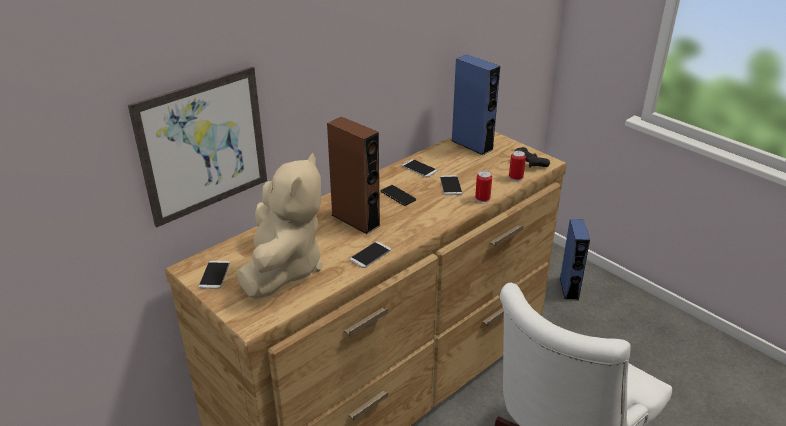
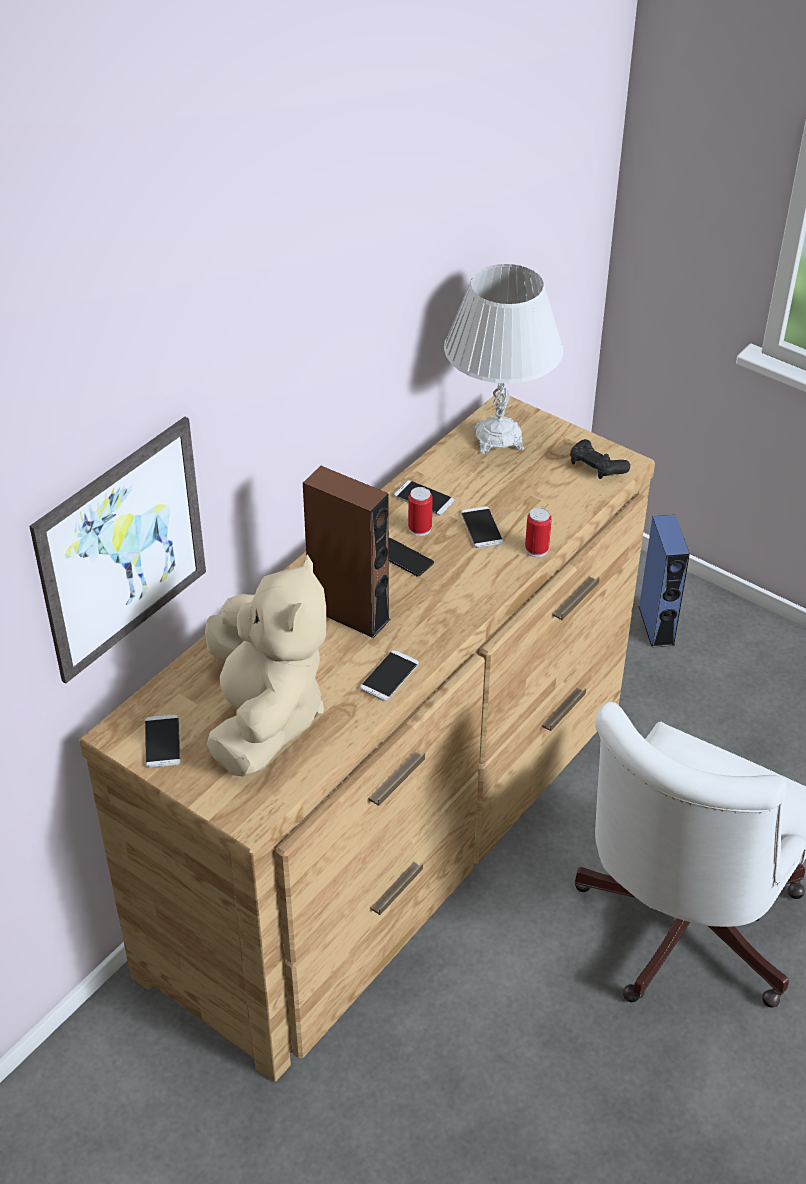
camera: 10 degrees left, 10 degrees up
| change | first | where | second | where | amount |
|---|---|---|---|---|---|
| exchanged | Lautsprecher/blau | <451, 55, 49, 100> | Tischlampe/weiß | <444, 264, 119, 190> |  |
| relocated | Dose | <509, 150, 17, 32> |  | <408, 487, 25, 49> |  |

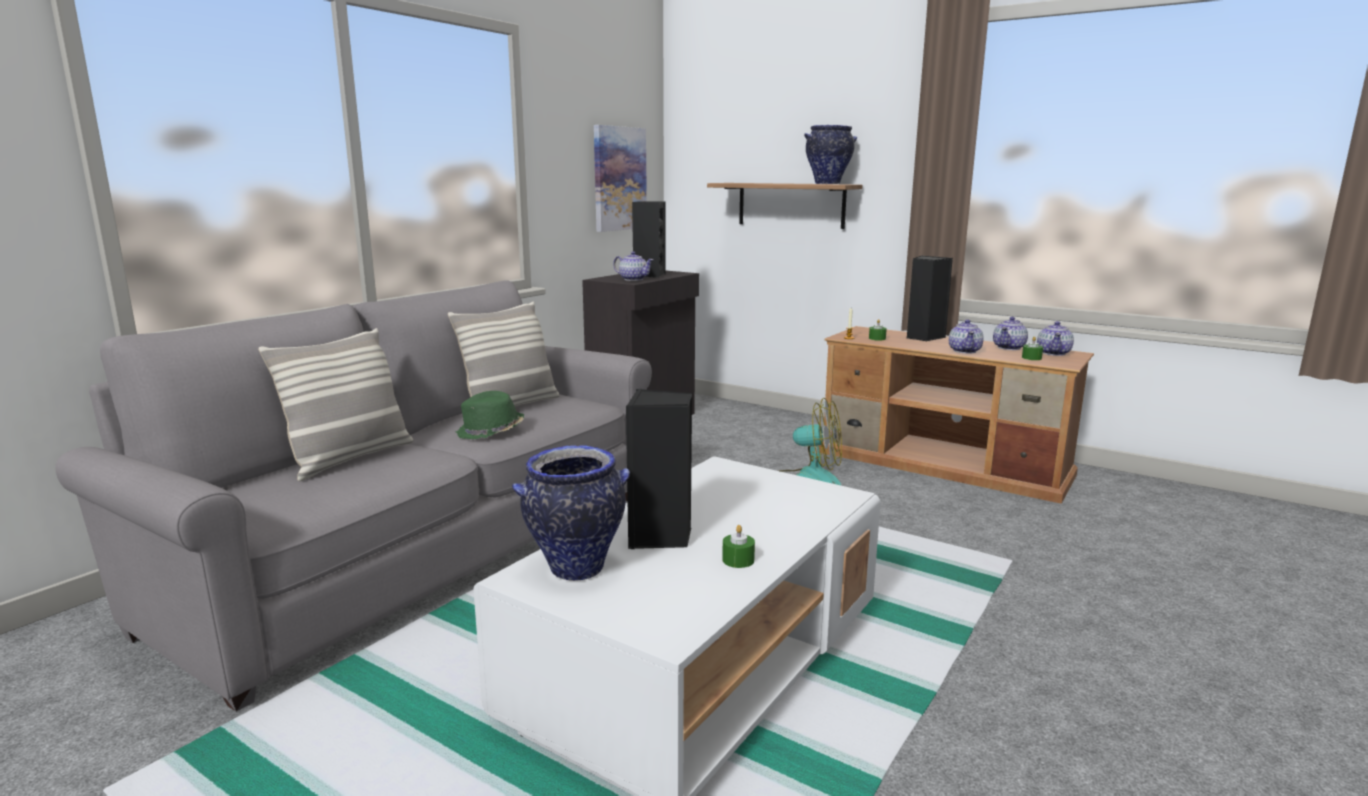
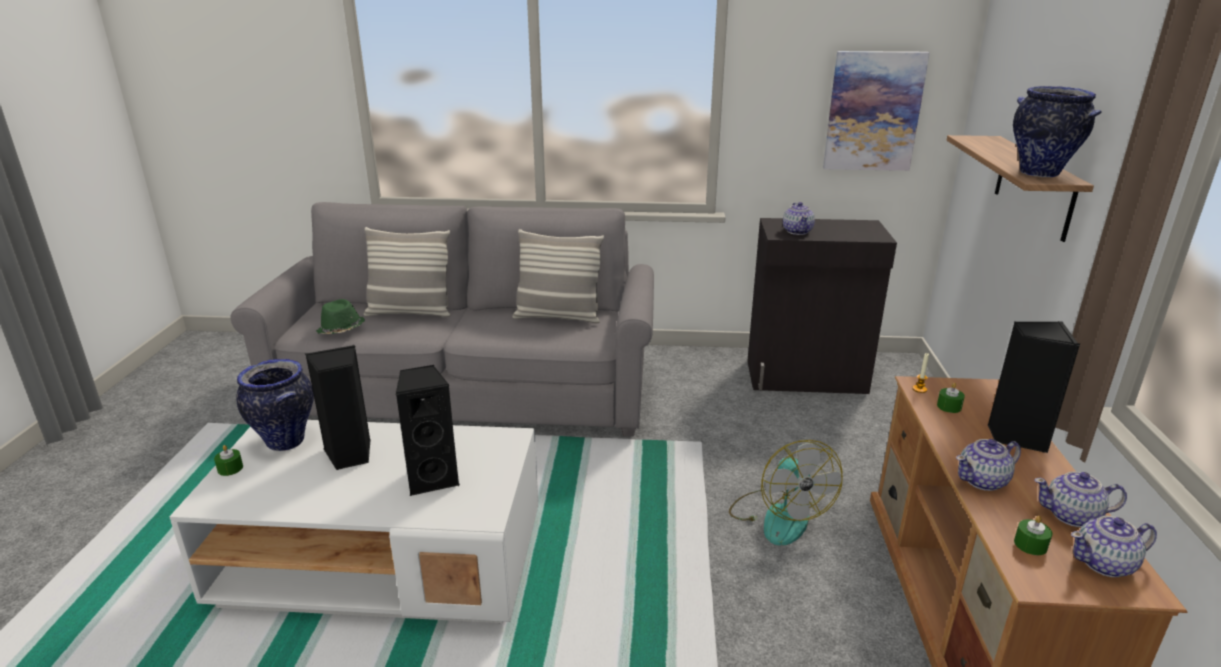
camera: 60 degrees right, 10 degrees up
| change | first | where | second | where | amount |
|---|---|---|---|---|---|
| relocated | Lautsprecher/schwarz | <632, 202, 34, 76> |  | <396, 365, 64, 131> |  |
| relocated | Hut/grün | <456, 391, 68, 48> |  | <317, 299, 48, 35> |  |
| relocated | Kerze/grün | <722, 525, 33, 43> |  | <214, 445, 29, 31> |  |

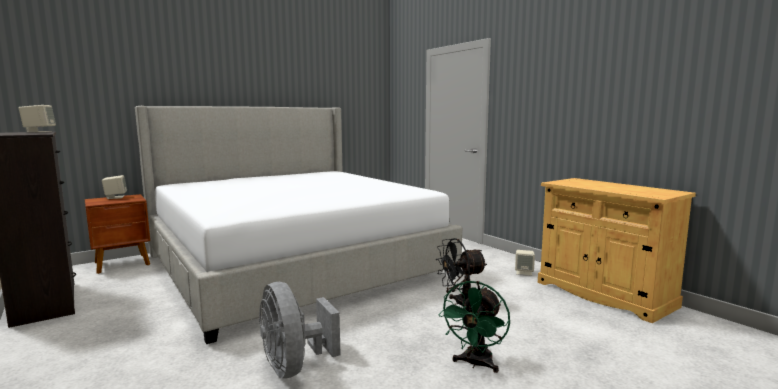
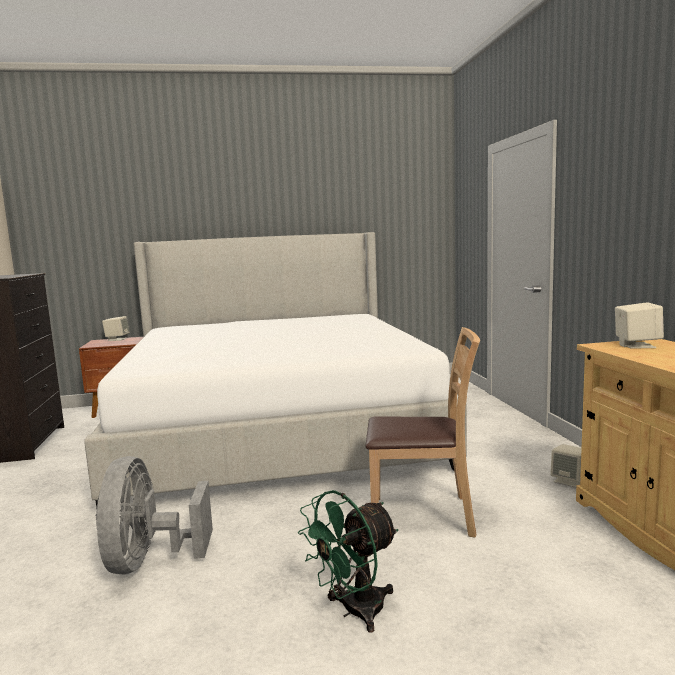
camera: 25 degrees right, 0 degrees up
| change | first | where | second | where | amount |
|---|---|---|---|---|---|
| relocated | Lautsprecher/beige | <19, 105, 37, 27> |  | <615, 302, 49, 46> |  |
| exchanged | Ventilator/schwarz | <435, 238, 52, 71> | Stuhl/braun | <365, 327, 115, 210> |  |

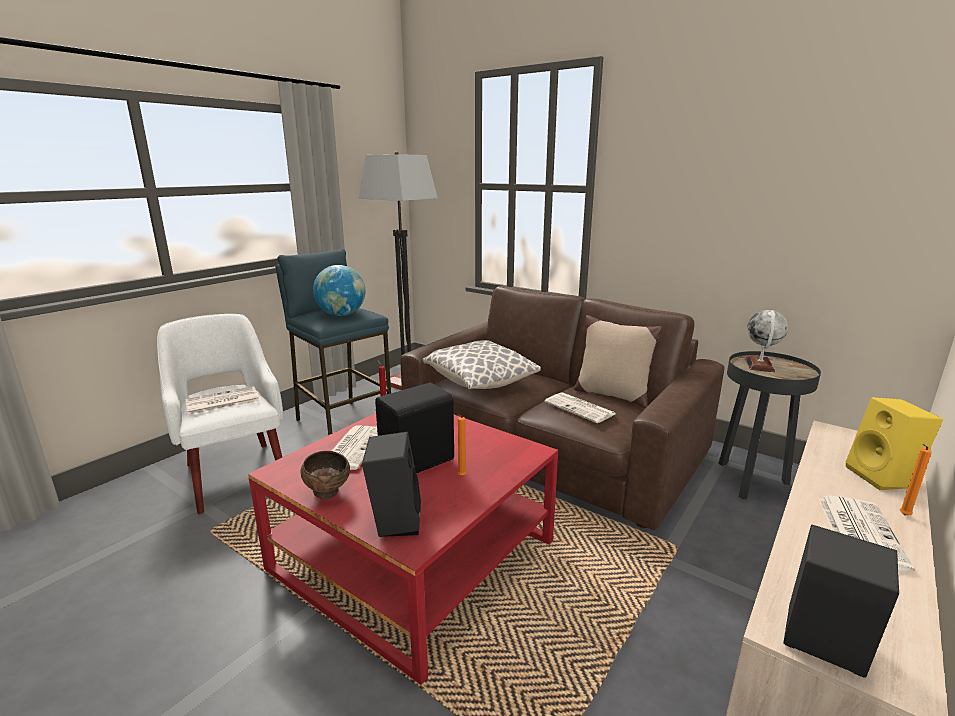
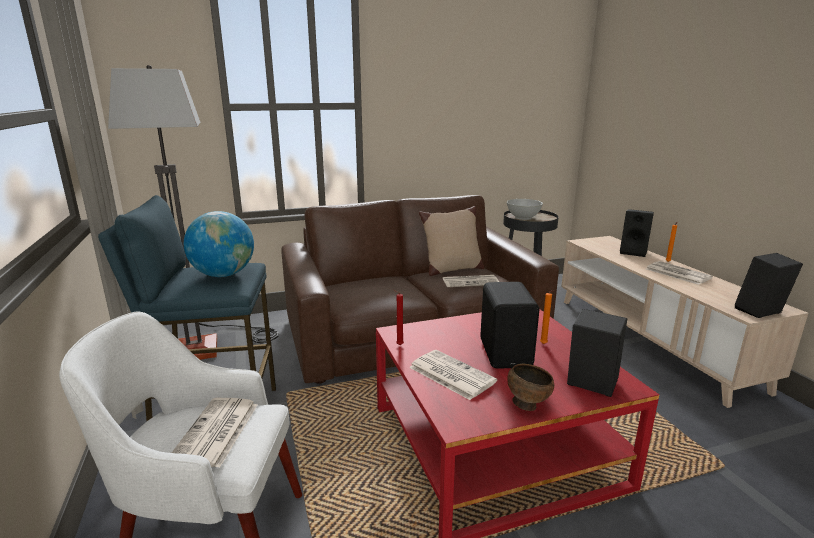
camera: 55 degrees left, 0 degrees up
| change | first | where | second | where | amount |
|---|---|---|---|---|---|
| exchanged | Globus | <745, 310, 43, 62> | Schüssel/weiß | <507, 199, 36, 21> |  |
| missing | Kissen | <423, 340, 118, 49> |  |  |  |
| colour | Lautsprecher/gelb | <846, 397, 97, 93> | Lautsprecher/schwarz | <620, 209, 34, 48> |  |

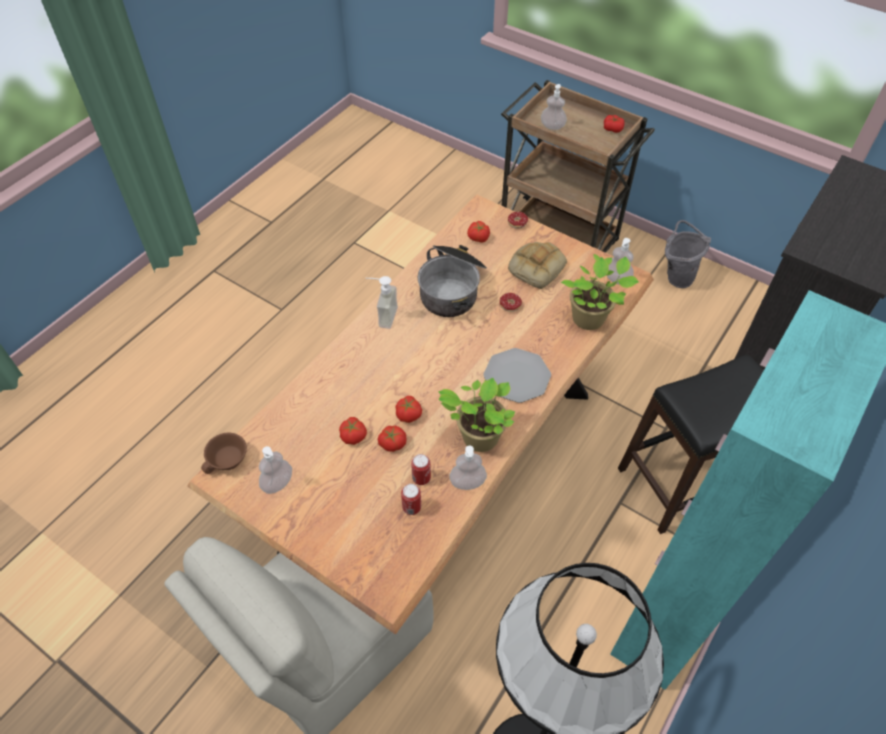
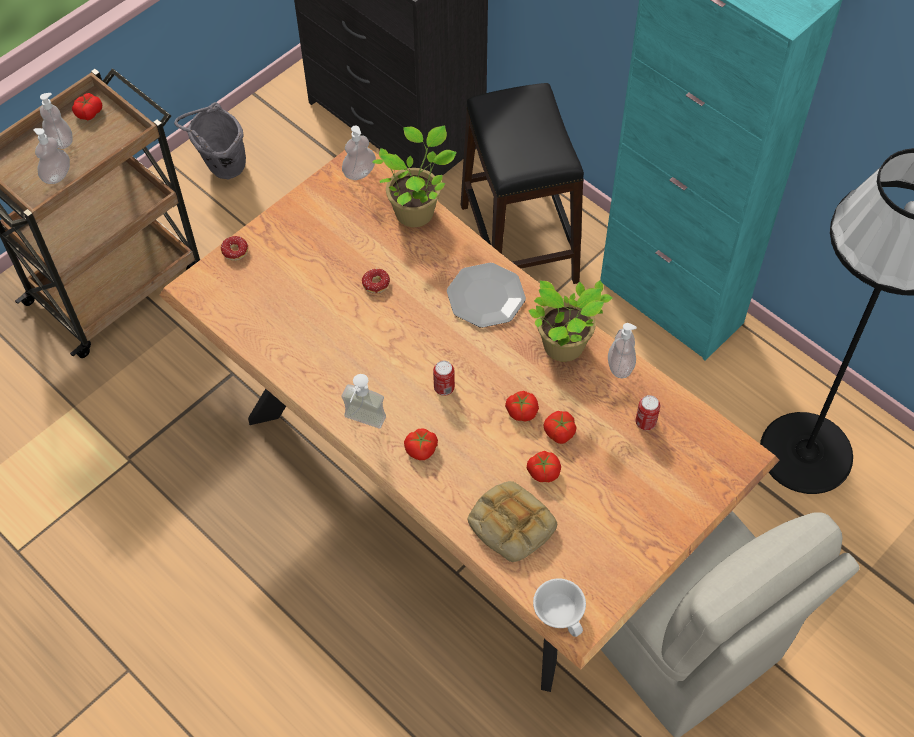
camera: 80 degrees left, 5 degrees up
| change | first | where | second | where | amount |
|---|---|---|---|---|---|
| relocated | Tomate | <467, 221, 23, 22> |  | <404, 428, 34, 32> |  |
| relocated | Brot | <508, 242, 59, 47> |  | <467, 481, 90, 81> |  |
| missing | Kochtopf | <418, 245, 69, 72> |  |  |  |
| colour | Tasse/braun | <201, 433, 46, 41> | Tasse/weiß | <533, 579, 53, 58> |  |
| relocated | Seifenspender | <259, 446, 33, 48> |  | <40, 93, 33, 56> |  |
| relocated | Dose | <411, 454, 20, 31> |  | <433, 361, 22, 35> |  |

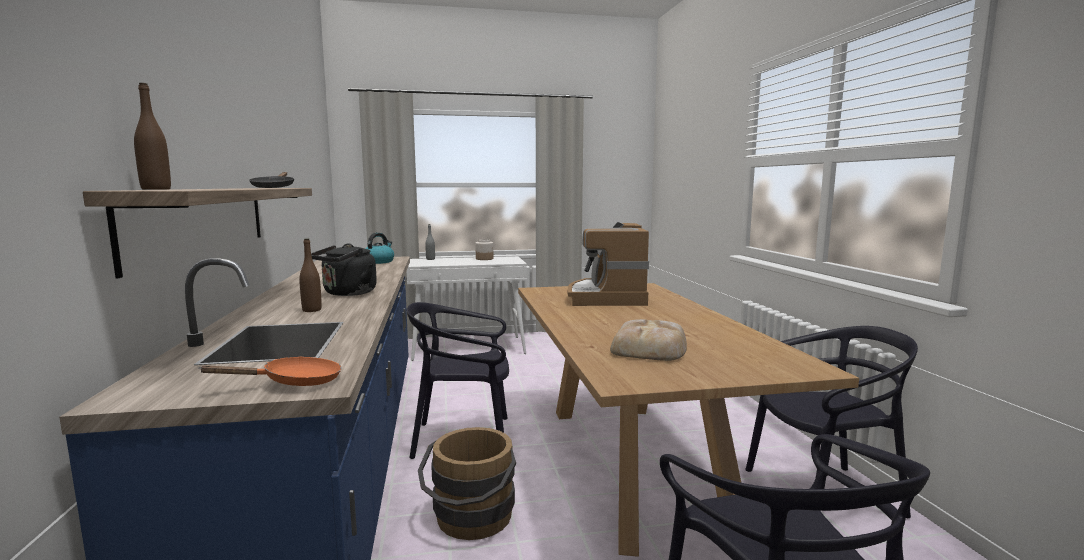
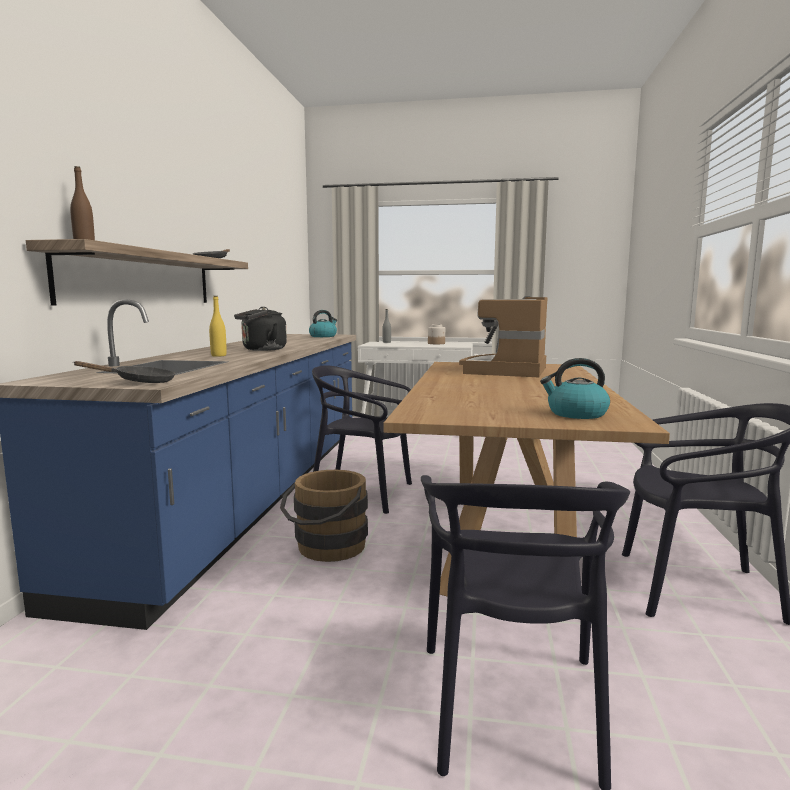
camera: 20 degrees right, 0 degrees up
| change | first | where | second | where | amount |
|---|---|---|---|---|---|
| colour | Flasche/braun | <299, 238, 23, 74> | Flasche/gelb | <209, 296, 18, 61> |  |
| missing | Brot | <610, 319, 77, 42> |  |  |  |
| colour | Pfanne/orange | <198, 356, 144, 30> | Pfanne/schwarz | <73, 361, 102, 22> |  |
| appeared |  |  | Wasserkessel | <540, 358, 70, 61> |  |

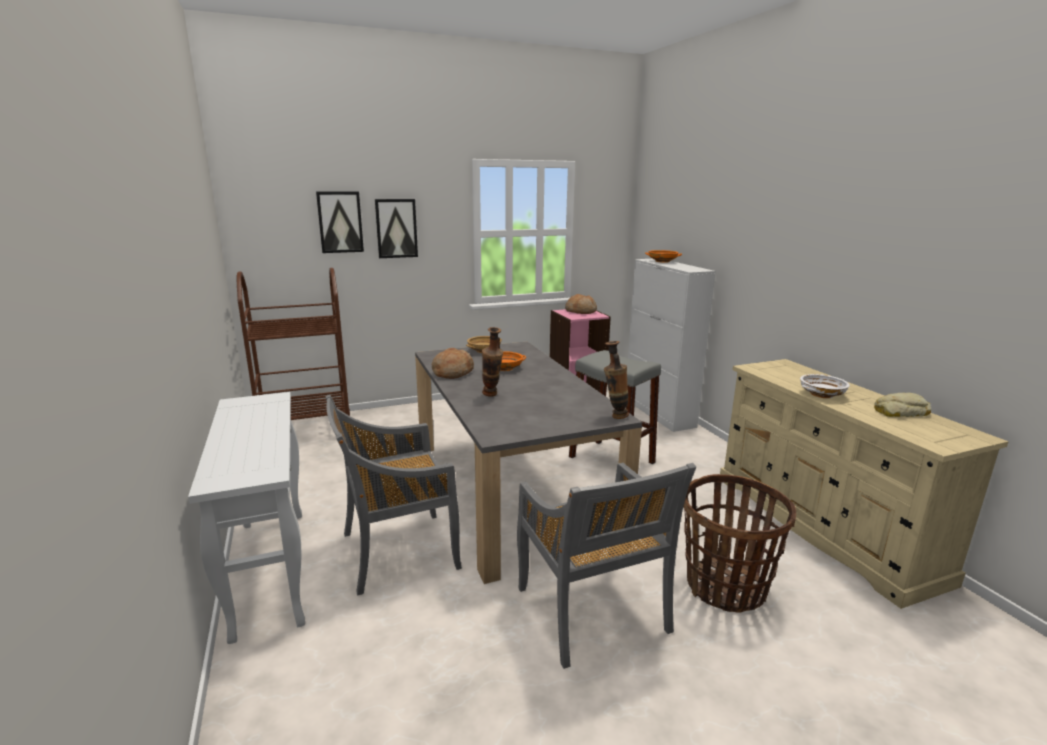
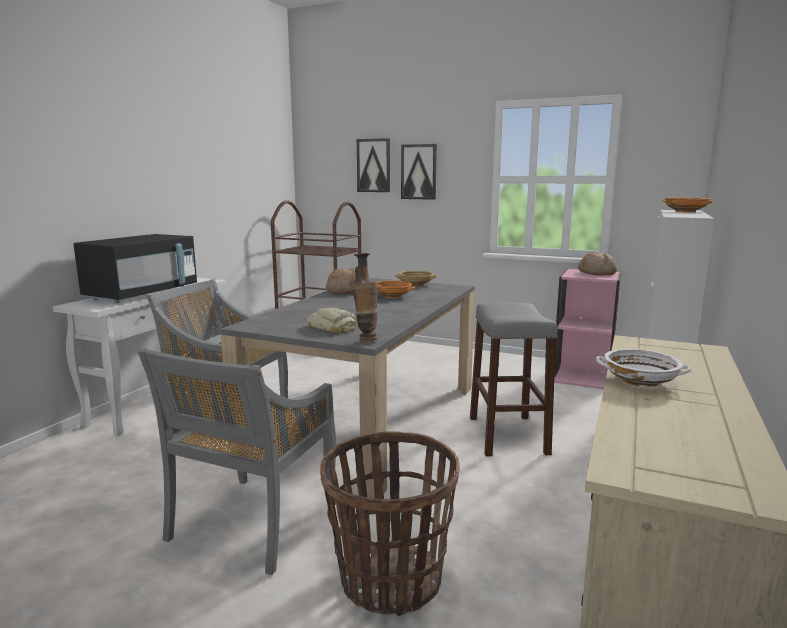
camera: 45 degrees right, 5 degrees down
| change | first | where | second | where | amount |
|---|---|---|---|---|---|
| missing | Vase | <482, 327, 21, 69> |  |  |  |
| relocated | Brot | <874, 393, 57, 24> |  | <307, 308, 49, 25> |  |
| appeared |  |  | Mikrowelle/schwarz | <73, 234, 124, 69> |  |

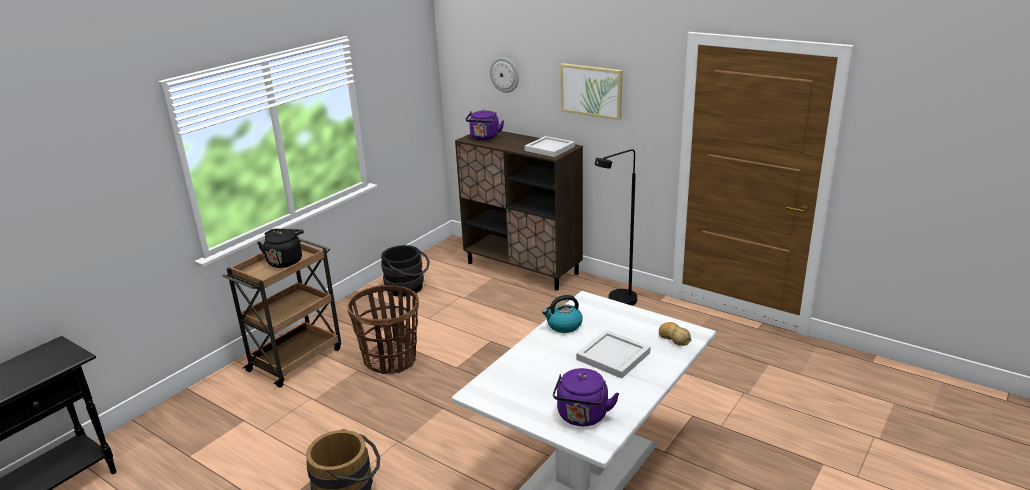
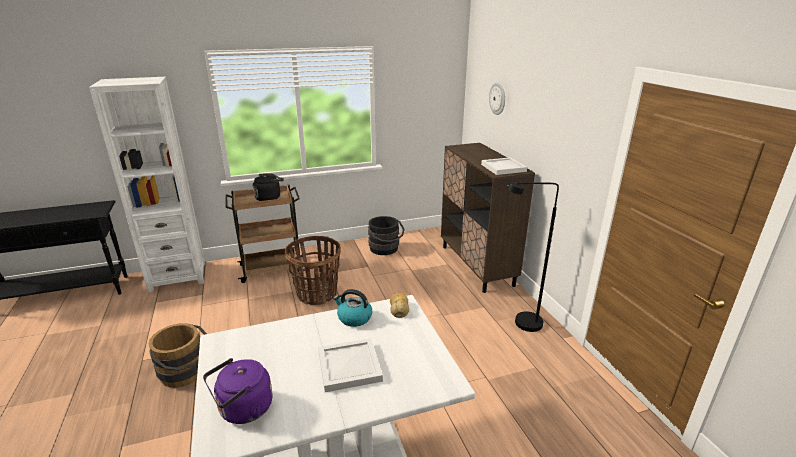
camera: 35 degrees right, 0 degrees up
| change | first | where | second | where | amount |
|---|---|---|---|---|---|
| missing | Bild | <560, 63, 63, 57> |  |  |  |
| missing | Wasserkessel/lila | <466, 110, 38, 30> |  |  |  |
| relocated | Brot | <659, 322, 33, 24> |  | <390, 293, 19, 25> |  |
| appeared |  |  | Bücherregal/weiß | <89, 77, 116, 216> |  |

